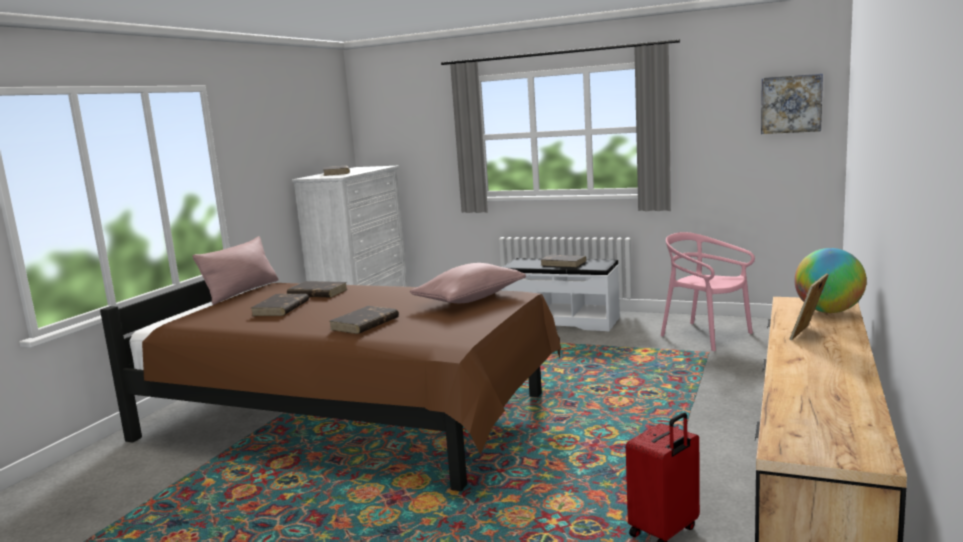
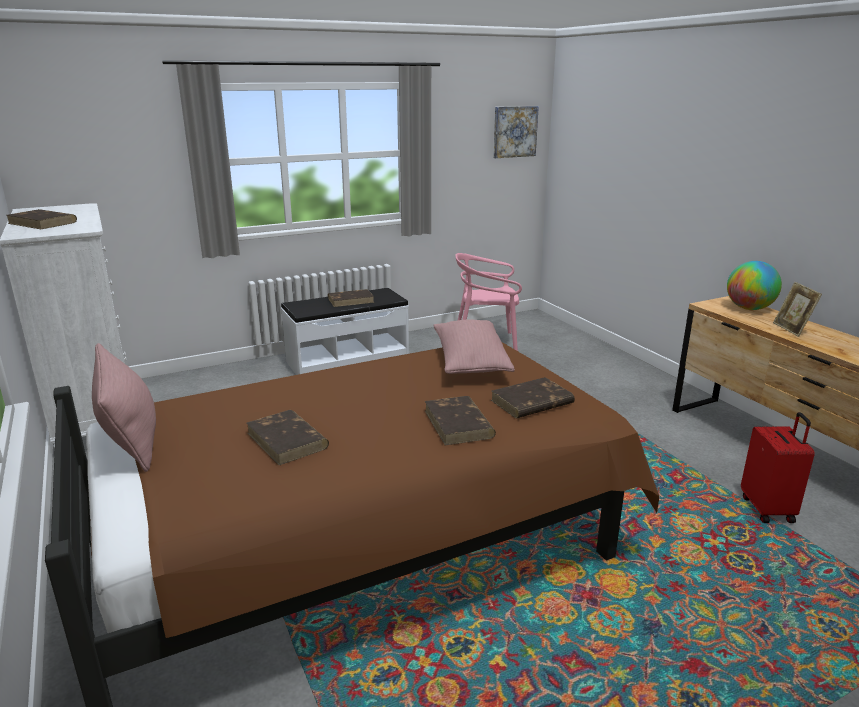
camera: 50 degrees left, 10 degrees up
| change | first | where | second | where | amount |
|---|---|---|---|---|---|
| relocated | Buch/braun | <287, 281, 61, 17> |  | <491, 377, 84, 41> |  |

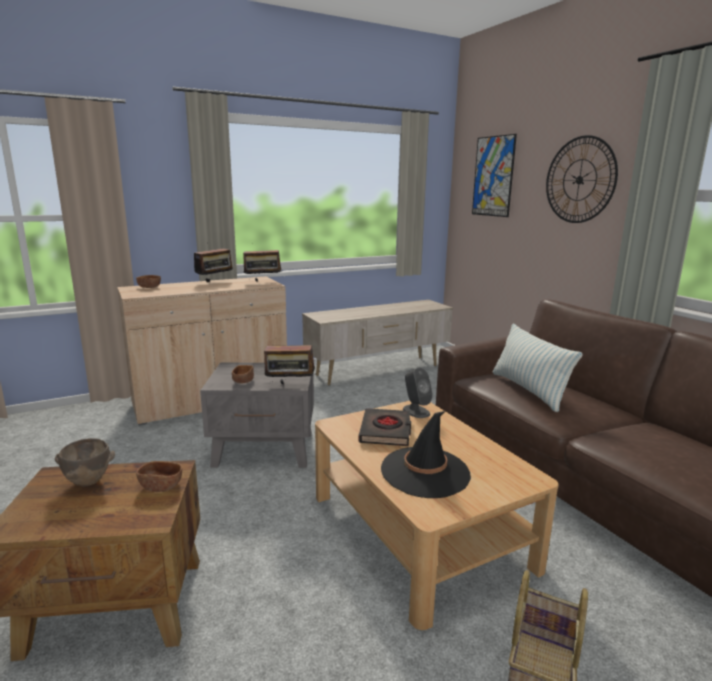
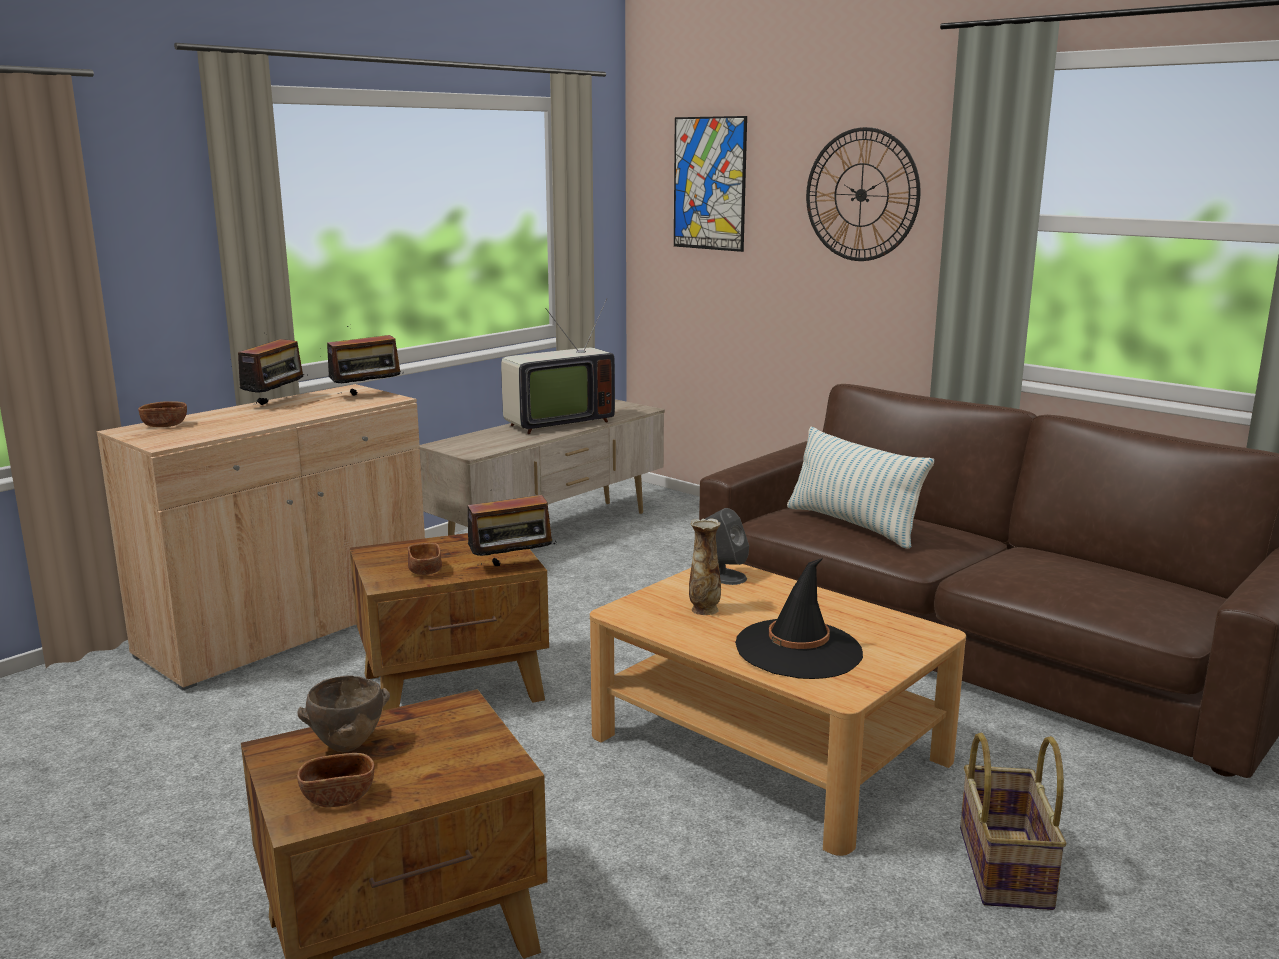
camera: 20 degrees left, 0 degrees up
| change | first | where | second | where | amount |
|---|---|---|---|---|---|
| colour | Beistelltisch/grau | <200, 362, 114, 106> | Beistelltisch/braun | <349, 533, 200, 178> |  |
| exchanged | Buch/schwarz | <358, 408, 53, 38> | Vase | <689, 518, 32, 97> |  |
| relocated | Schüssel/braun | <136, 461, 46, 31> |  | <297, 753, 77, 54> |  |
| appeared |  |  | Fernseher | <501, 298, 114, 136> |  |

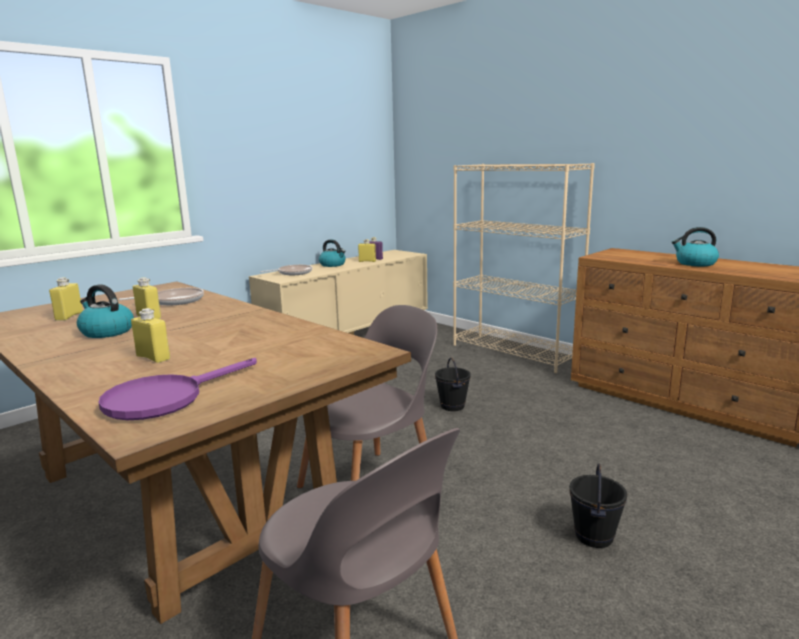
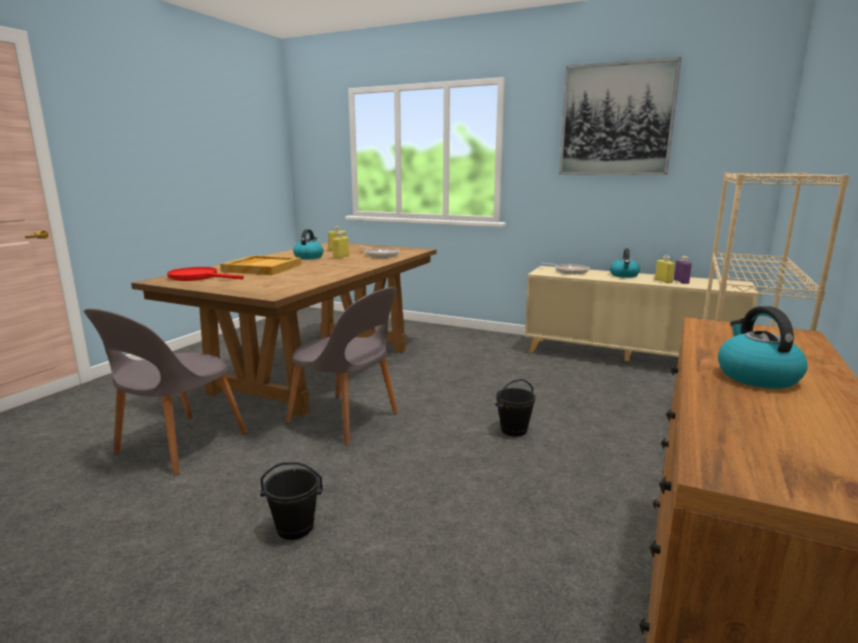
camera: 70 degrees right, 0 degrees up
| change | first | where | second | where | amount |
|---|---|---|---|---|---|
| exchanged | Flasche/gelb | <131, 308, 39, 55> | Tablett/beige | <220, 255, 82, 20> |  |
| colour | Pfanne/lila | <98, 358, 159, 62> | Pfanne/rot | <167, 267, 77, 14> |  |
| appeared |  |  | Bild | <559, 57, 122, 118> |  |

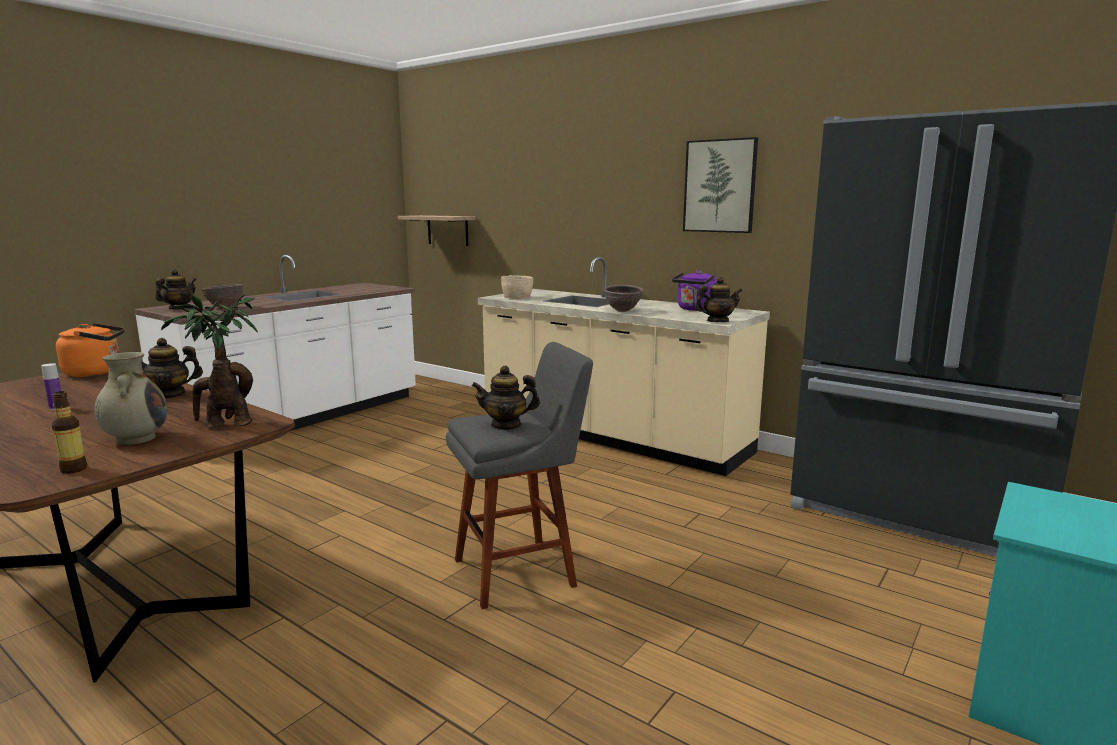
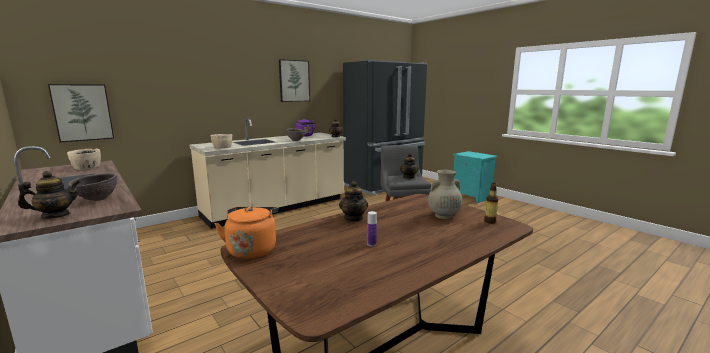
camera: 75 degrees left, 0 degrees up
| change | first | where | second | where | amount |
|---|---|---|---|---|---|
| exchanged | Wandregal | <398, 215, 78, 31> | Bild | <48, 84, 66, 58> |  |
| spun | Teekanne | <155, 269, 41, 41> |  | <18, 171, 63, 48> | 105 degrees clockwise |
| missing | Topfpflanze | <161, 294, 97, 133> |  |  |  |
| appeared |  |  | Schüssel/beige | <67, 149, 34, 21> |  |

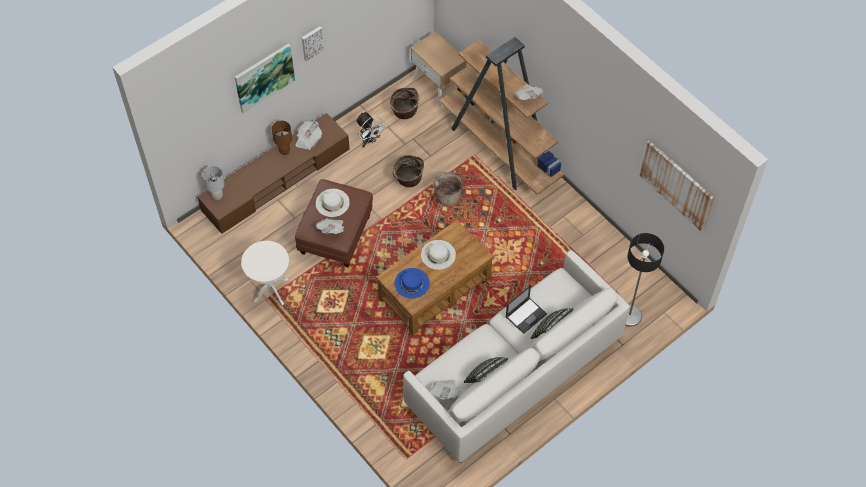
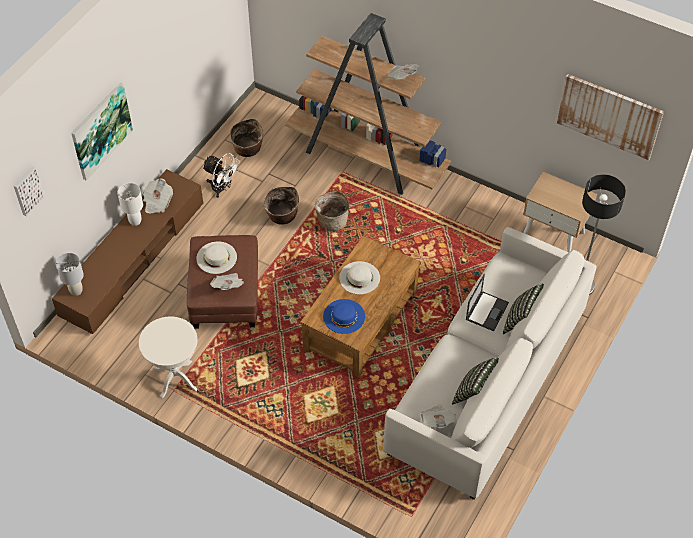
camera: 20 degrees left, 5 degrees down
| change | first | where | second | where | amount |
|---|---|---|---|---|---|
| relocated | Bild | <302, 26, 23, 36> |  | <14, 166, 31, 50> |  |
| relocated | Nachttisch/beige | <411, 32, 55, 75> |  | <523, 172, 74, 80> |  |
| colour | Tischlampe/braun | <272, 121, 20, 34> | Tischlampe/weiß | <117, 183, 26, 43> |  |

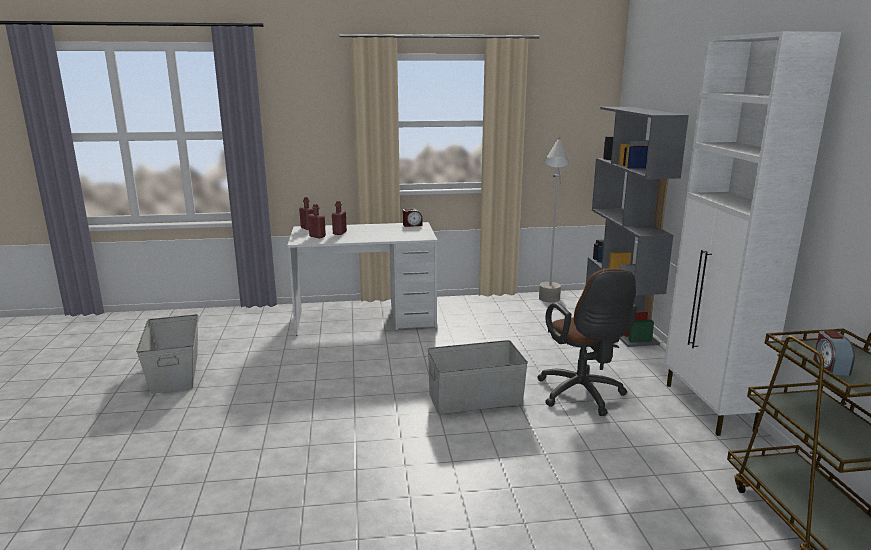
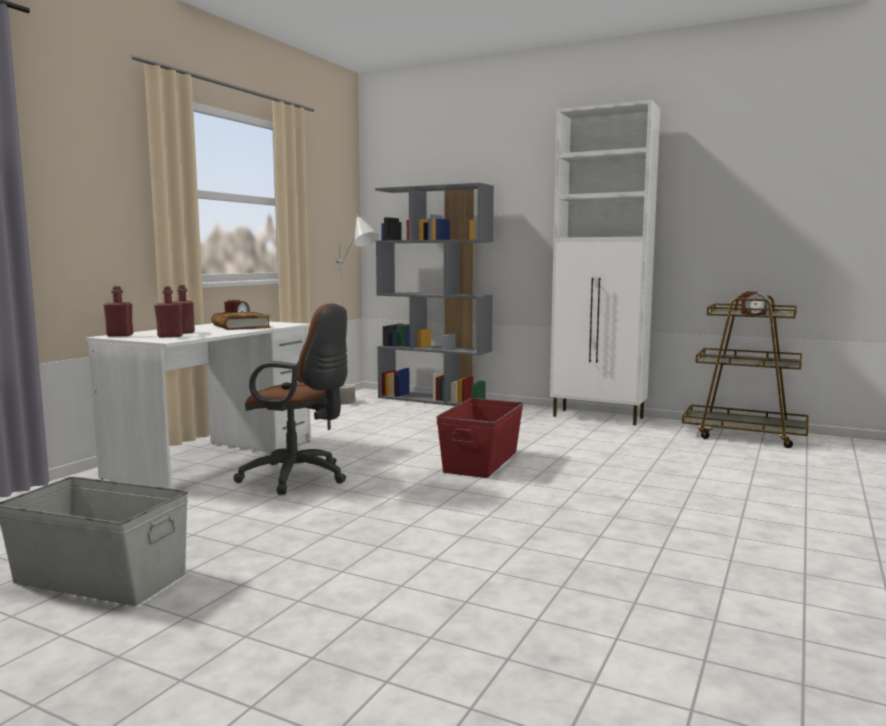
camera: 55 degrees left, 10 degrees down
| change | first | where | second | where | amount |
|---|---|---|---|---|---|
| relocated | Bürostuhl/braun | <537, 268, 100, 148> |  | <234, 303, 114, 192> |  |
| colour | Aufbewahrungsbox/grau | <428, 340, 100, 74> | Aufbewahrungsbox/rot | <436, 398, 87, 80> |  |
| appeared |  |  | Buch | <211, 312, 59, 18> |  |

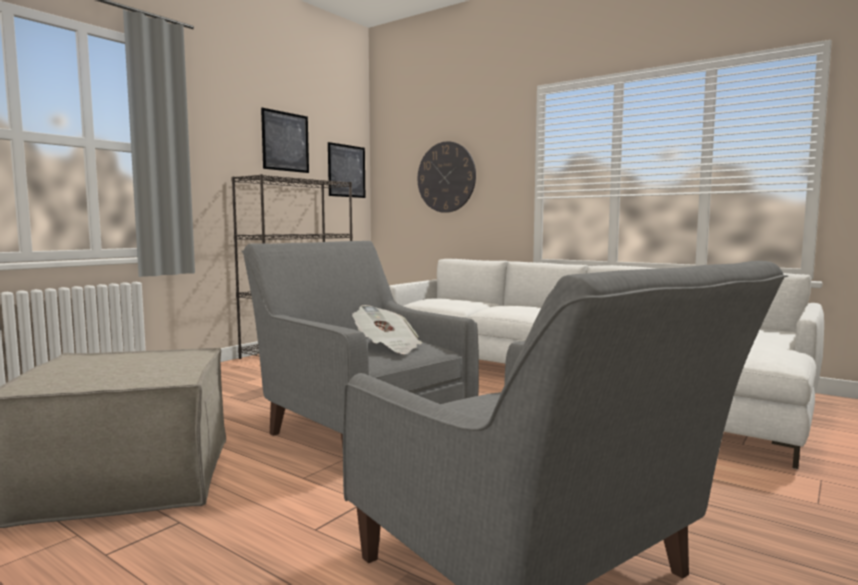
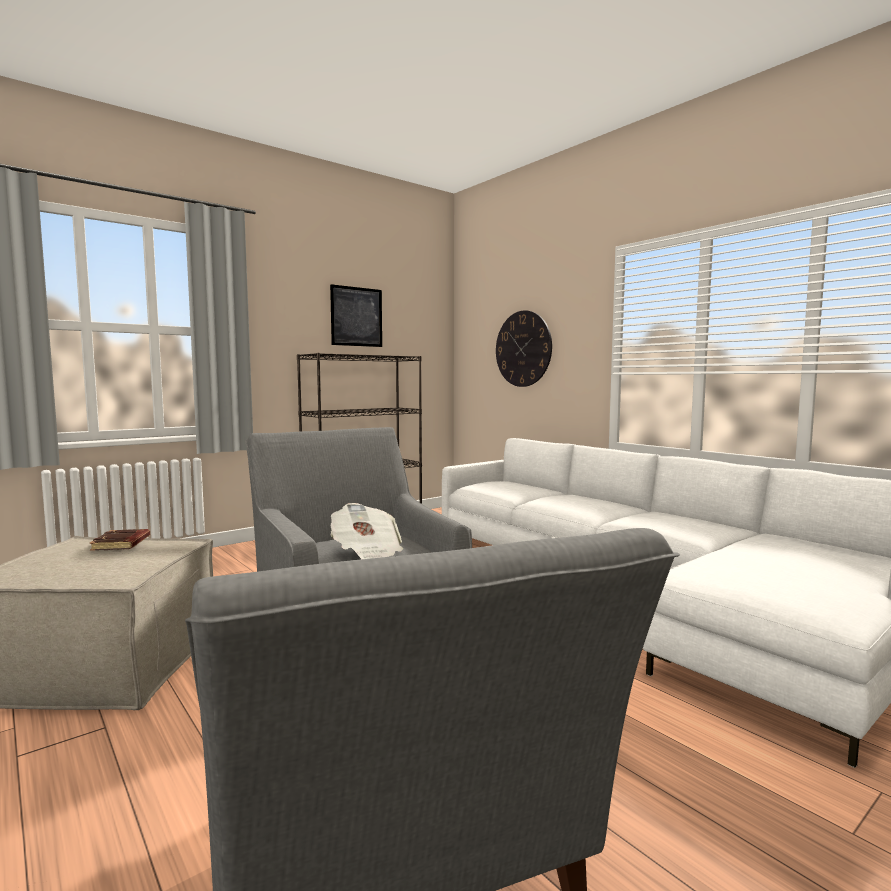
camera: 15 degrees right, 0 degrees up
| change | first | where | second | where | amount |
|---|---|---|---|---|---|
| missing | Bild | <328, 142, 37, 56> |  |  |  |
| appeared |  |  | Buch/braun | <89, 529, 61, 22> |  |

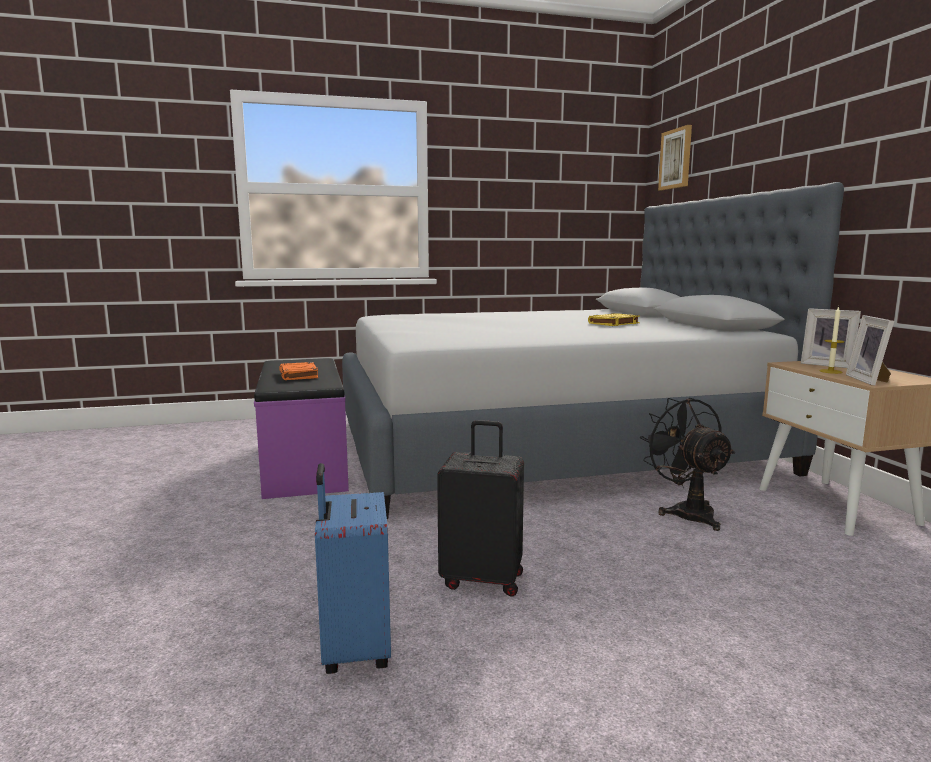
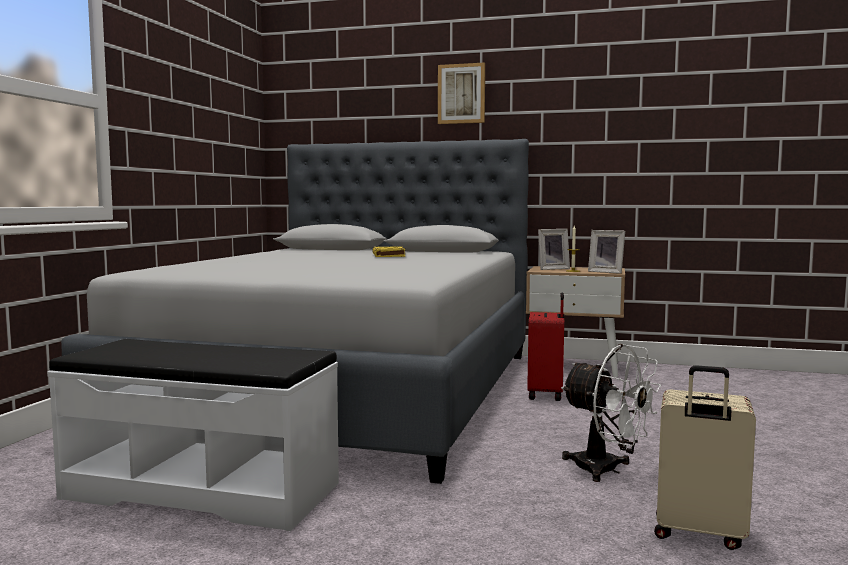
camera: 60 degrees left, 5 degrees down
| change | first | where | second | where | amount |
|---|---|---|---|---|---|
| relocated | Bild | <658, 125, 34, 65> |  | <438, 63, 47, 61> |  |
| colour | Bank/lila | <254, 358, 95, 141> | Bank/weiß | <47, 339, 292, 192> |  |
| missing | Buch/orange | <279, 362, 39, 18> |  |  |  |
| exchanged | Ventilator/schwarz | <640, 398, 95, 133> | Koffer/rot | <527, 292, 37, 109> |  |
| exchanged | Koffer/schwarz | <437, 420, 87, 177> | Ventilator/weiß | <561, 344, 100, 138> |  |
| colour | Koffer/blau | <315, 463, 76, 211> | Koffer/beige | <654, 365, 102, 185> |  |

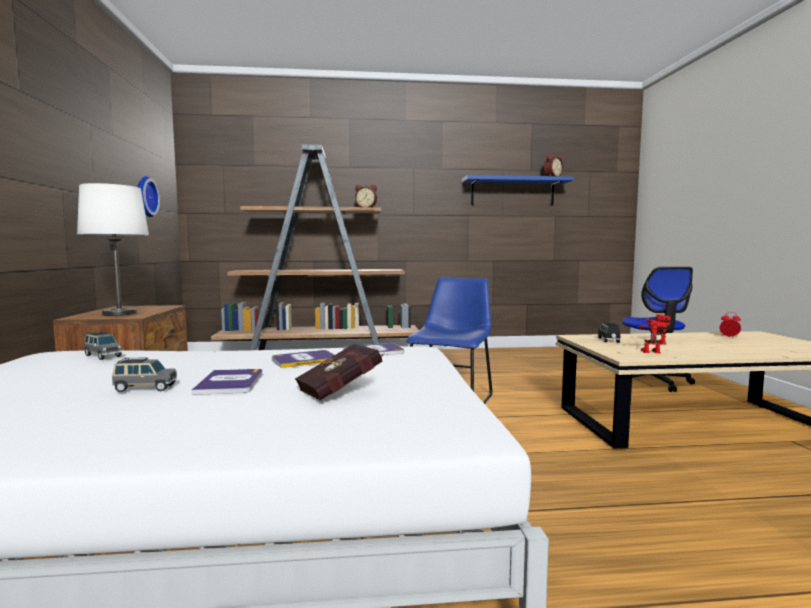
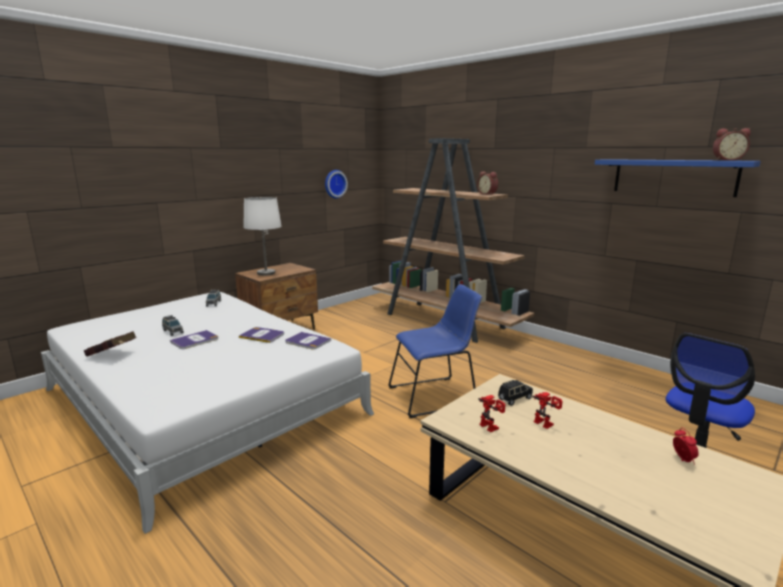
camera: 50 degrees right, 10 degrees up
| change | first | where | second | where | amount |
|---|---|---|---|---|---|
| relocated | Buch/rot | <295, 344, 90, 57> |  | <84, 331, 53, 26> |  |

